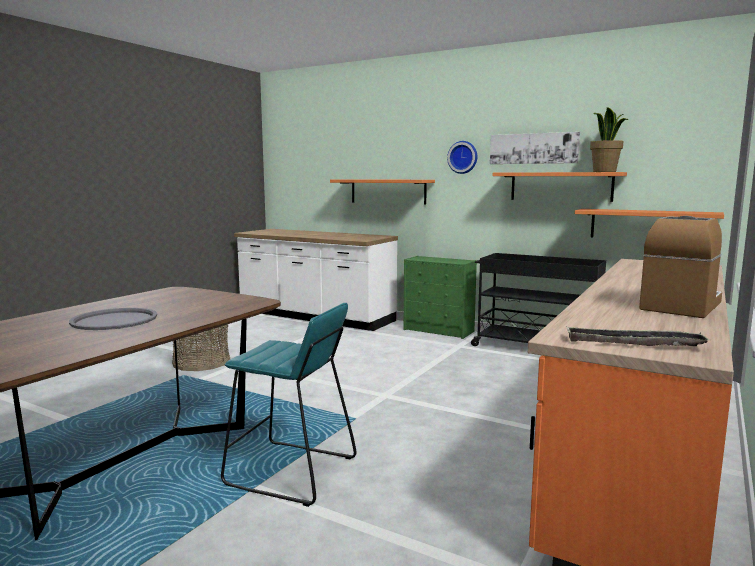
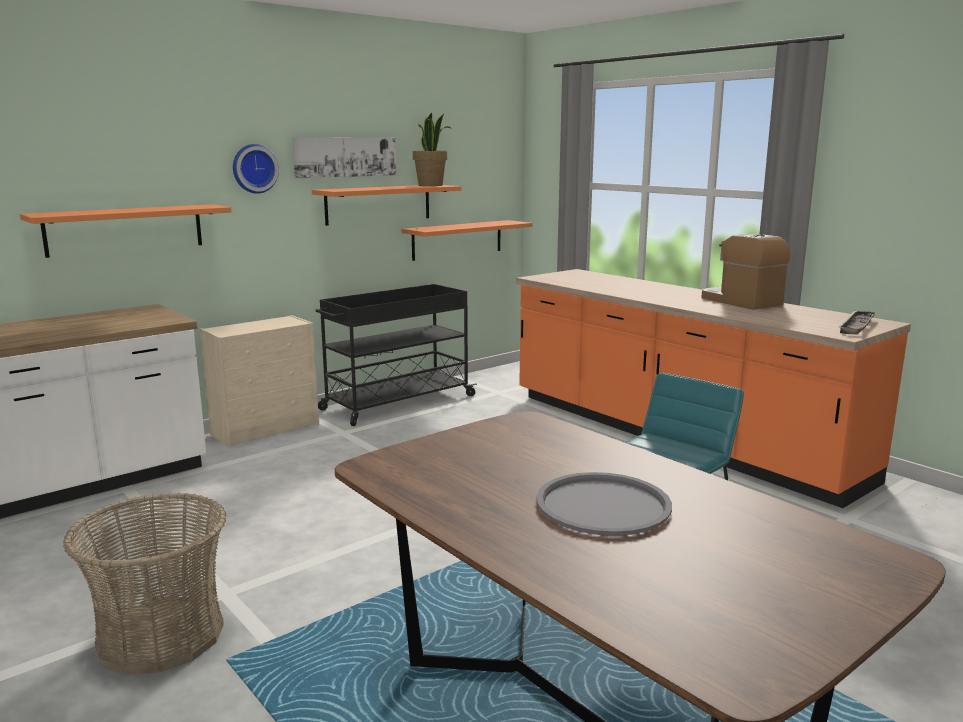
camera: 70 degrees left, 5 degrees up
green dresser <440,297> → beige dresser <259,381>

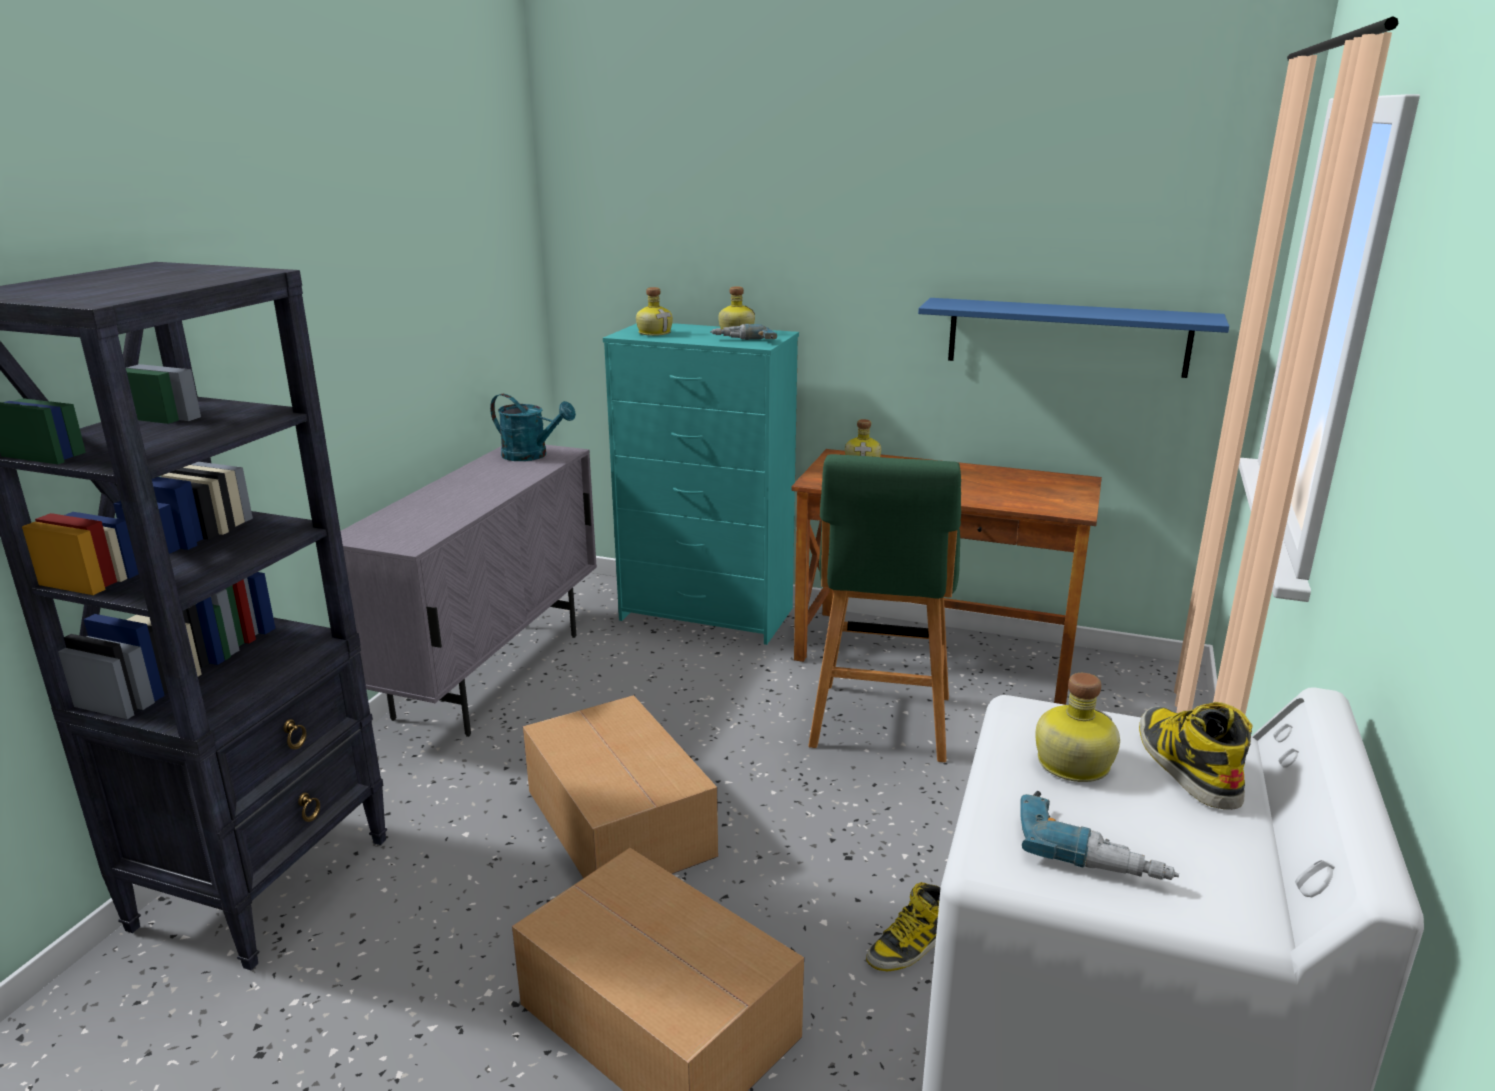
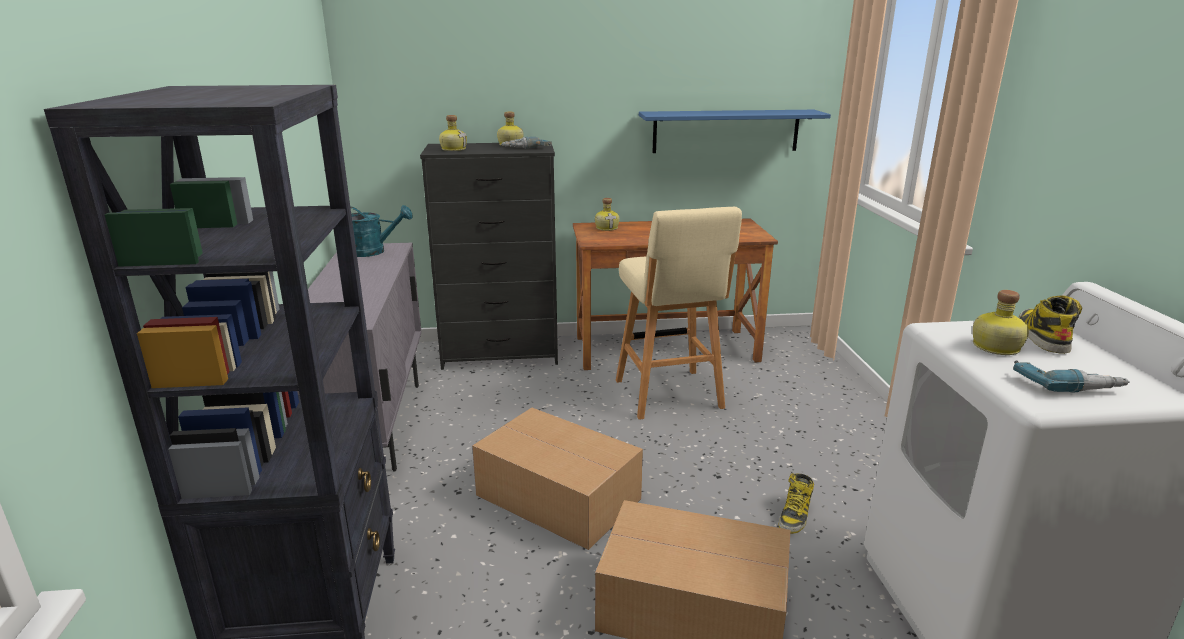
camera: 25 degrees left, 0 degrees up
turquoise dresser <701,484> → black dresser <489,256>
green stool <884,608> → beige stool <679,313>
boot <1196,756> → boot <1050,324>, 45 degrees clockwise

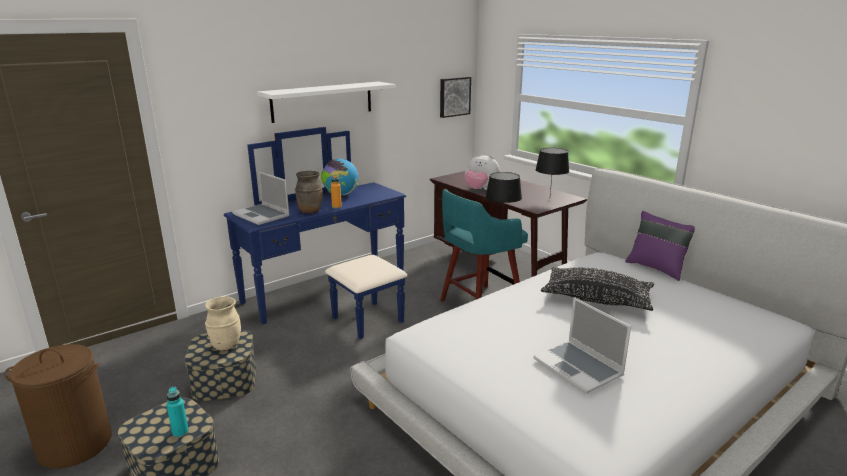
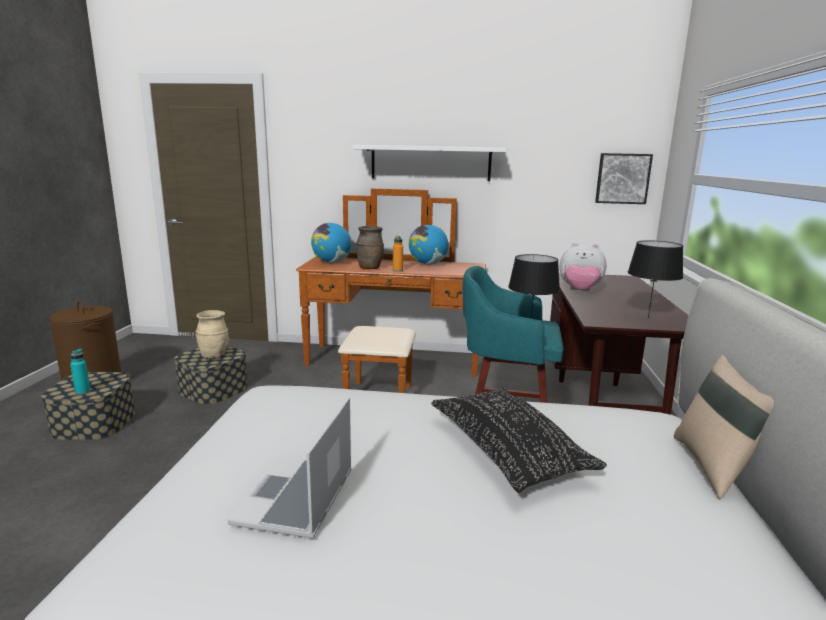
camera: 45 degrees right, 5 degrees down
blue dresser <315,233> → brown dresser <391,290>
laptop <261,198> → globe <331,243>
plush toy <482,172> → plush toy <583,267>, 60 degrees counterclockwise
purple pillow <660,246> → beige pillow <724,427>

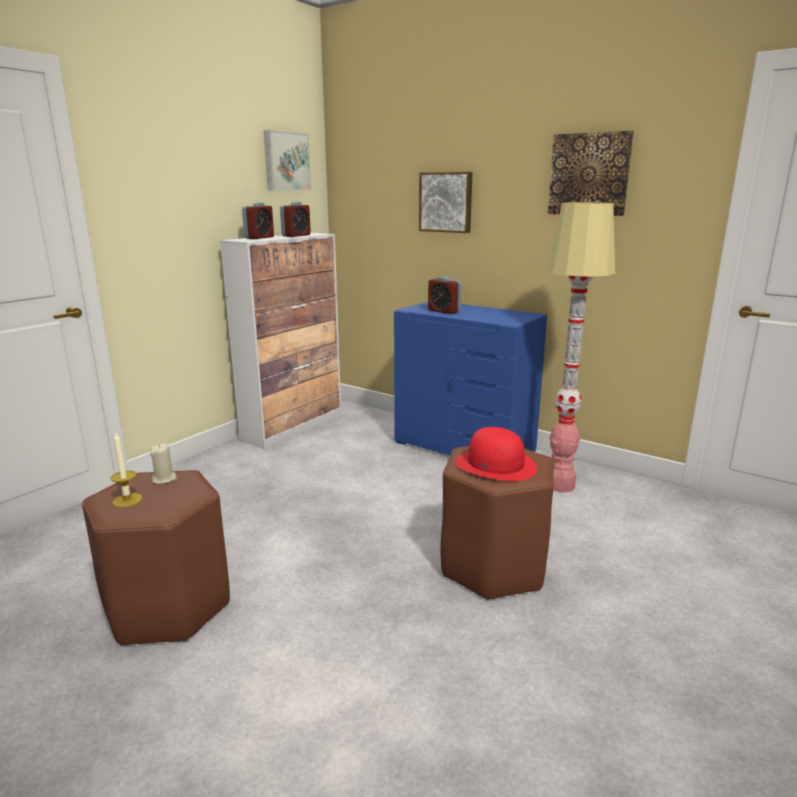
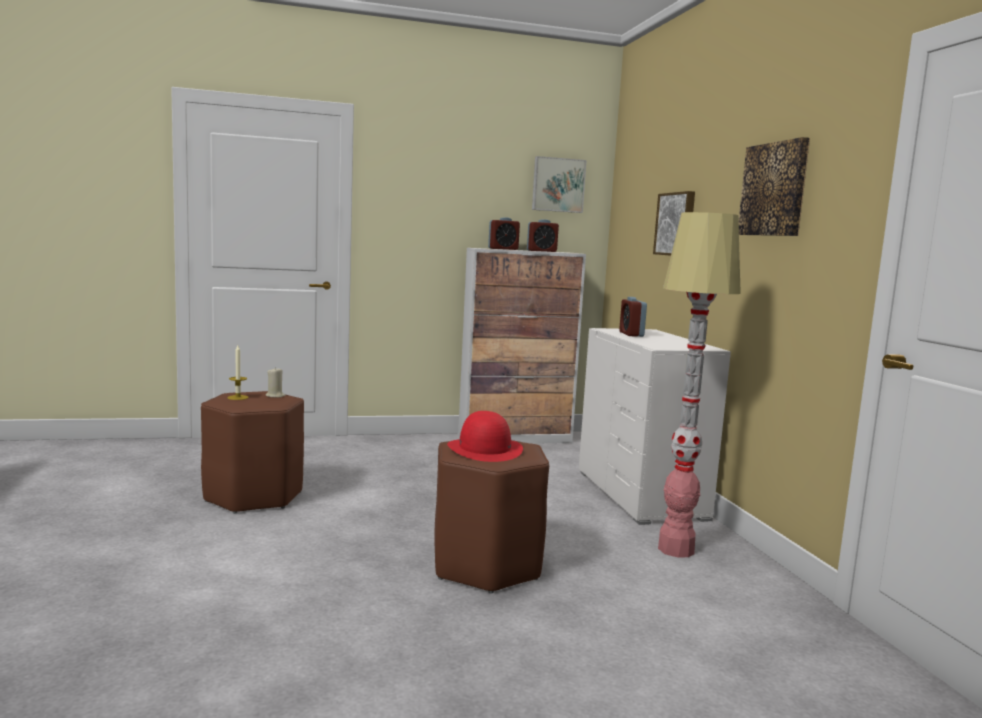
camera: 40 degrees right, 10 degrees down
blue dresser <470,379> → white dresser <655,426>

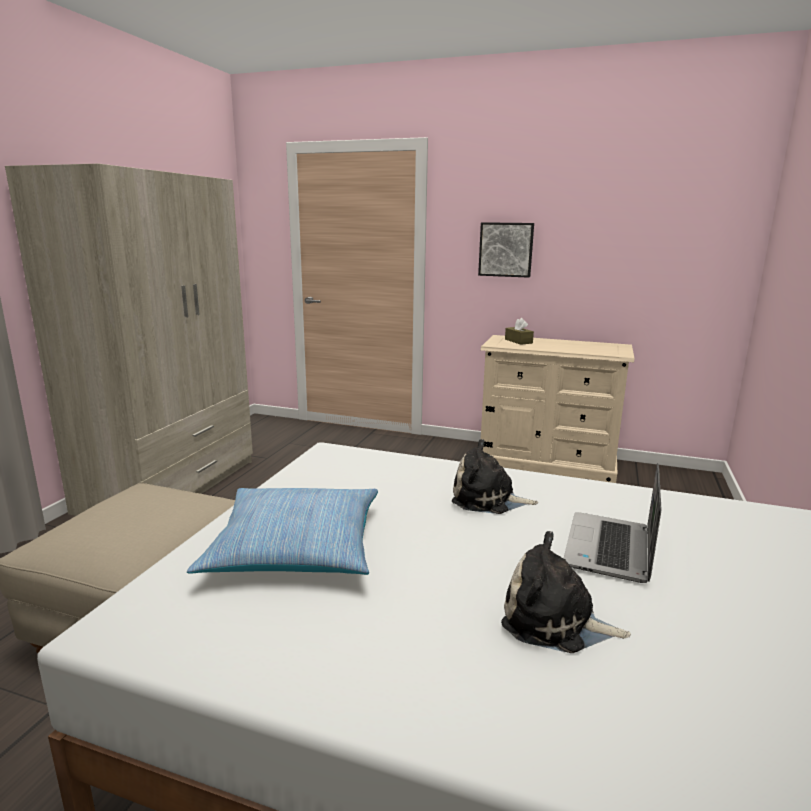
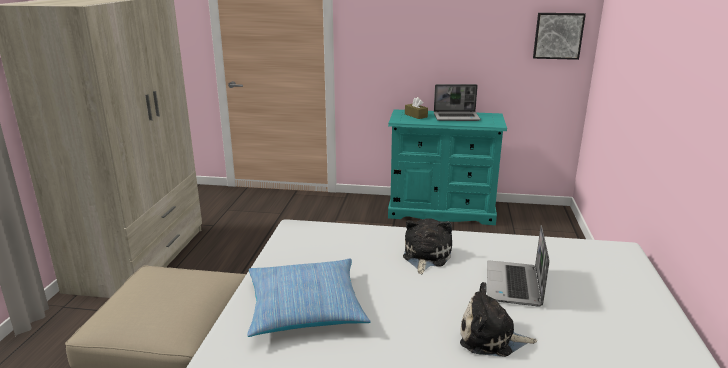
camera: 10 degrees left, 5 degrees up
plush toy <495,476> → plush toy <427,246>, 105 degrees clockwise
picture <506,250> → picture <559,36>, moved
beige dresser <557,409> → turquoise dresser <447,167>
- → laptop <457,102>

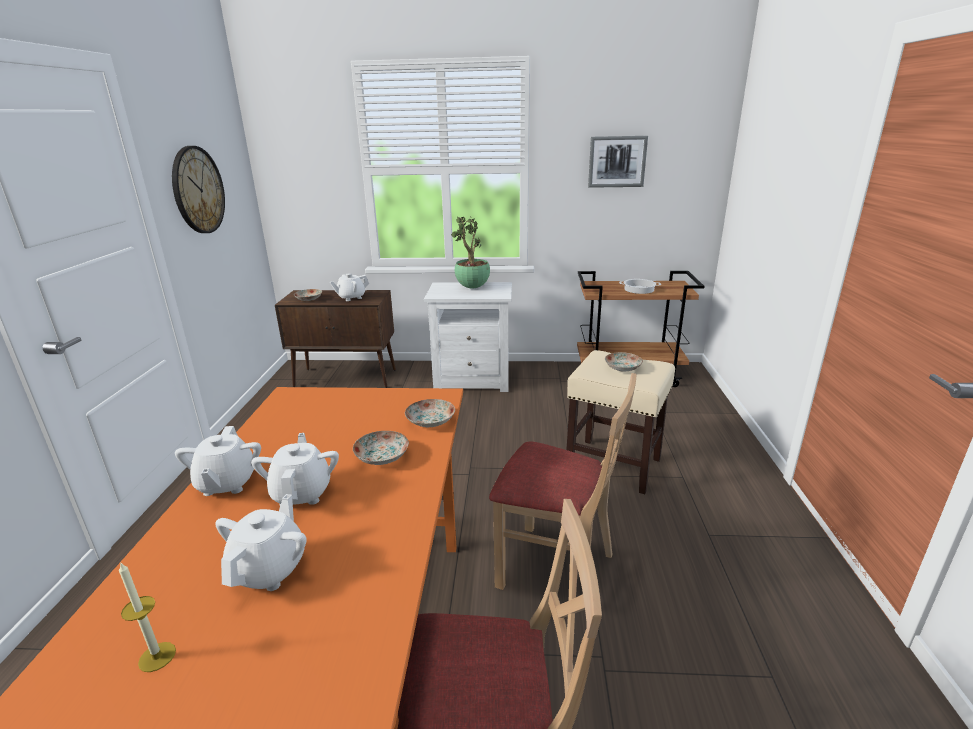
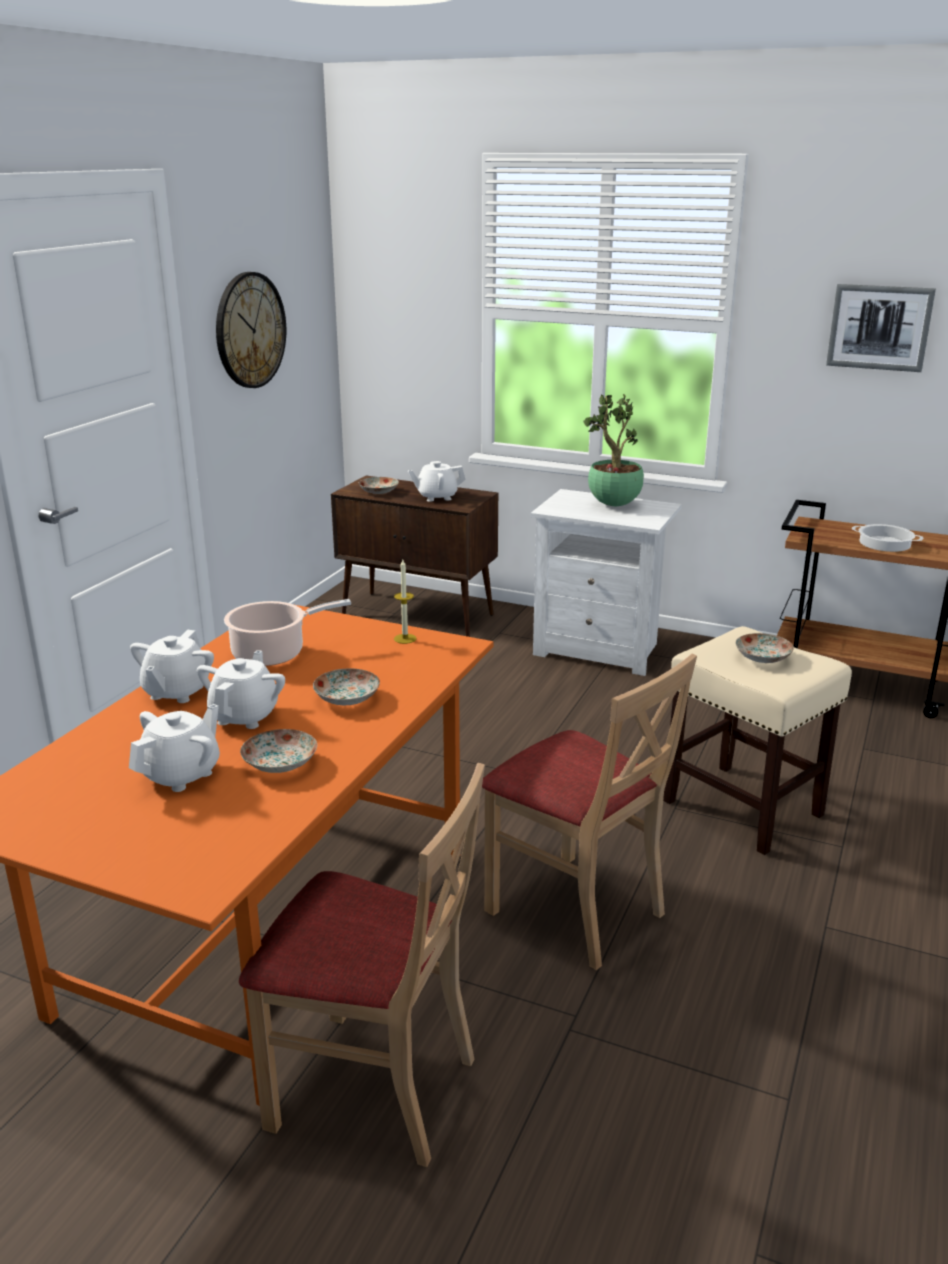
camera: 20 degrees right, 0 degrees up
candle <147,617> → candle <405,602>, moved
plate <430,413> → plate <278,751>, moved
- → cooking pot <287,632>

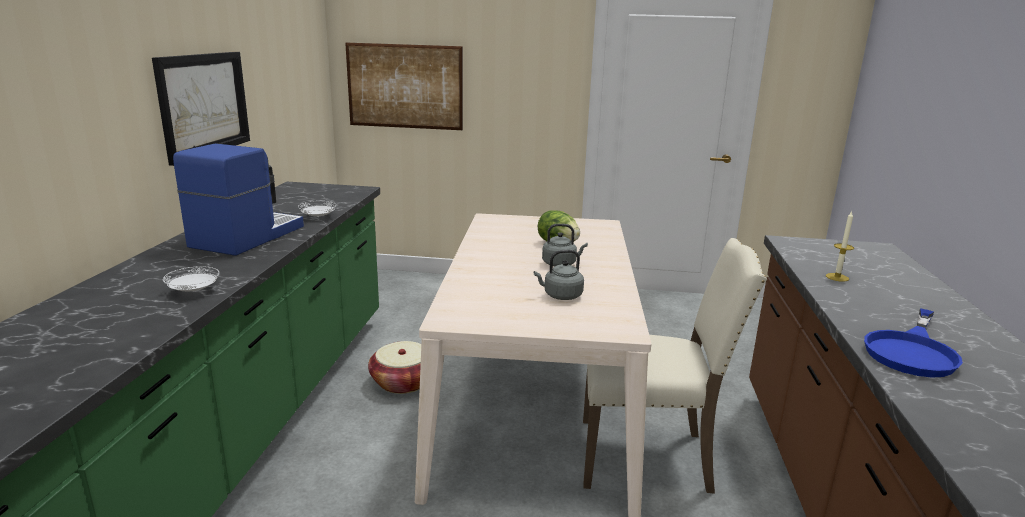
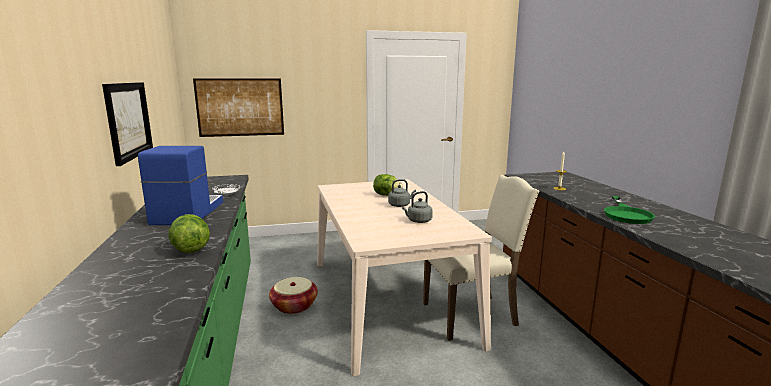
camera: 20 degrees left, 5 degrees down
white plate <191,278> → lettuce <189,233>
blue frying pan <913,343> → green frying pan <629,210>

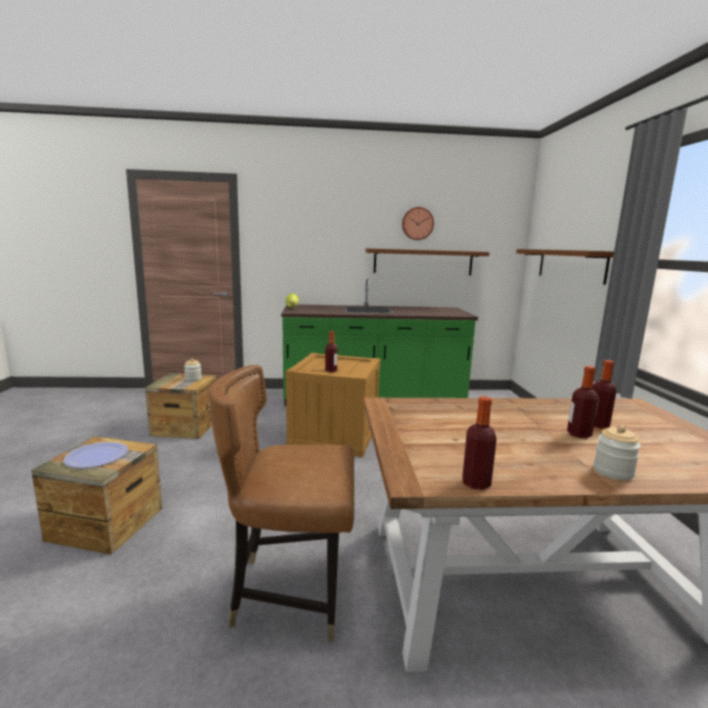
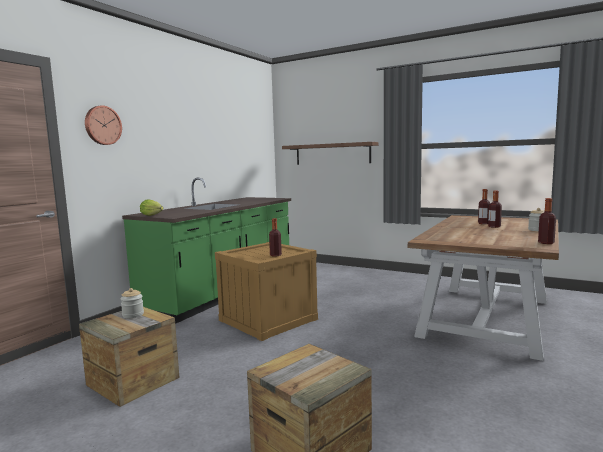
camera: 55 degrees left, 5 degrees down
plate <95,455> → -
brown chair <281,503> → -
brown shelf <427,261> → -
wall clock <418,223> → wall clock <103,125>, moved

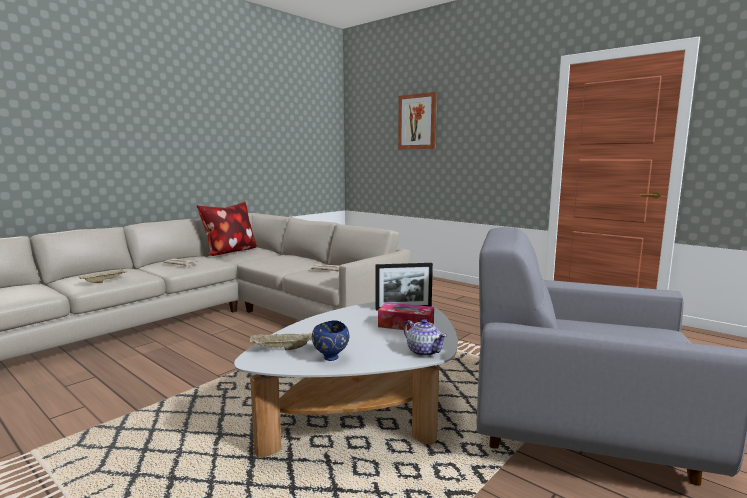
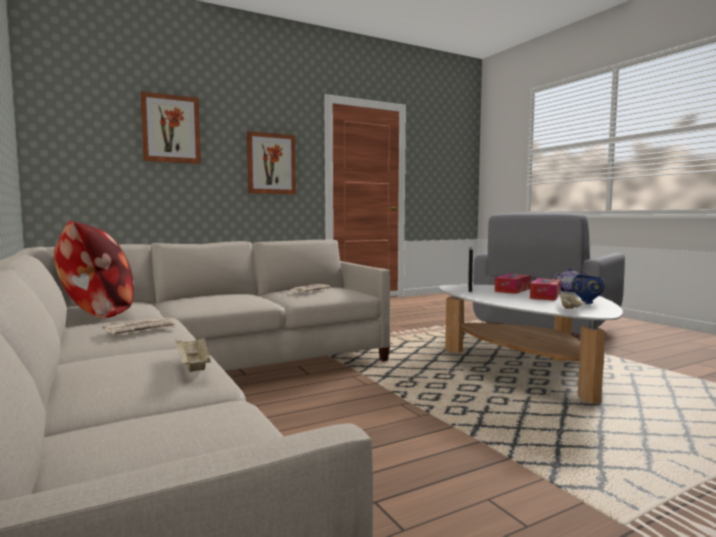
camera: 70 degrees left, 5 degrees down
- → picture <271,162>
- → tissue box <545,289>

